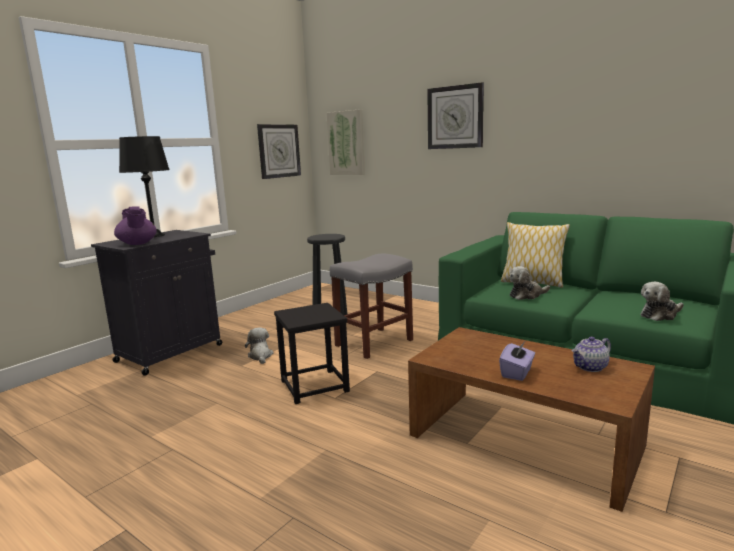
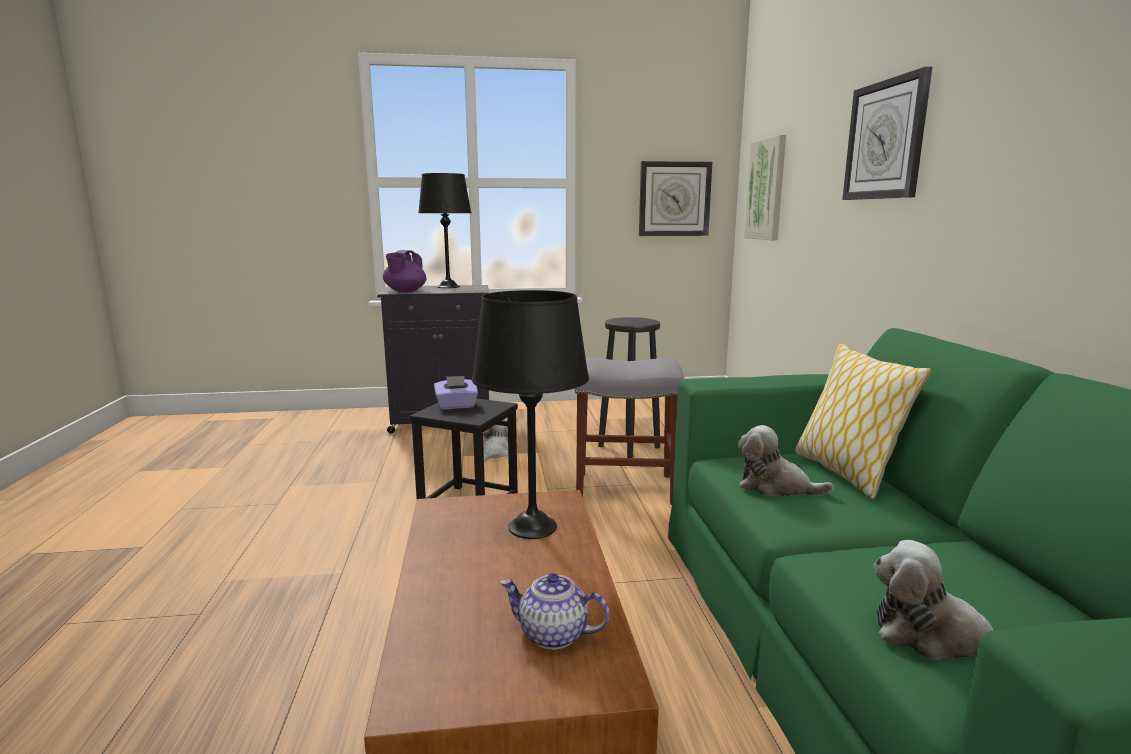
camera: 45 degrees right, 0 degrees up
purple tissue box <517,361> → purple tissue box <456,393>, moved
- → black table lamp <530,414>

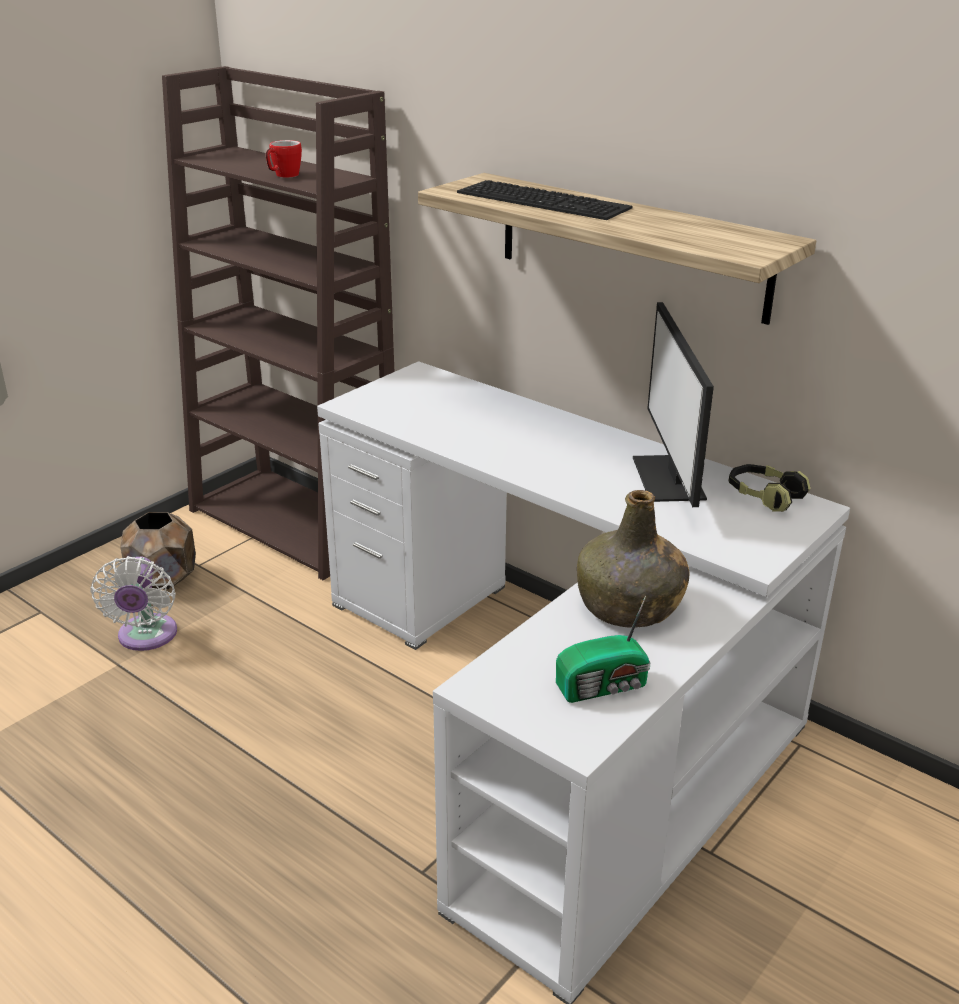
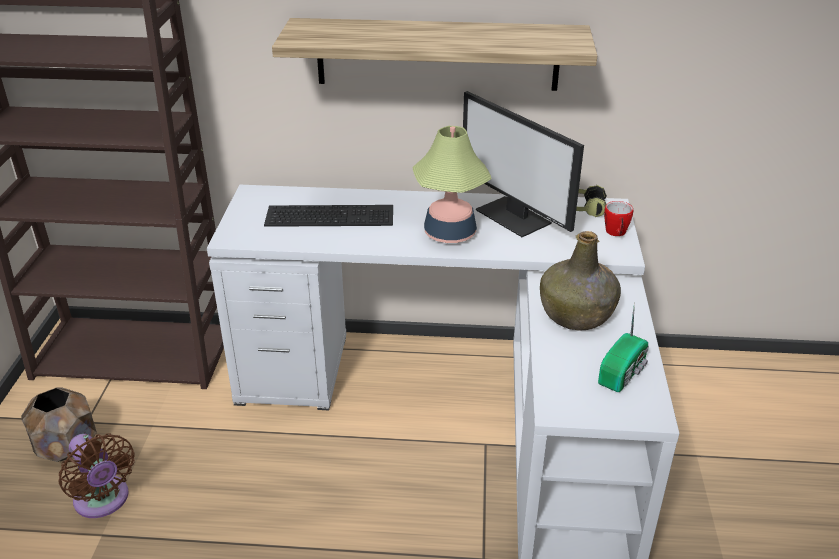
camera: 35 degrees left, 5 degrees up
white fan <134,603> → brown fan <96,475>
mug <284,159> → mug <618,218>, moved
keyboard <545,200> → keyboard <328,216>, moved
- → table lamp <452,184>

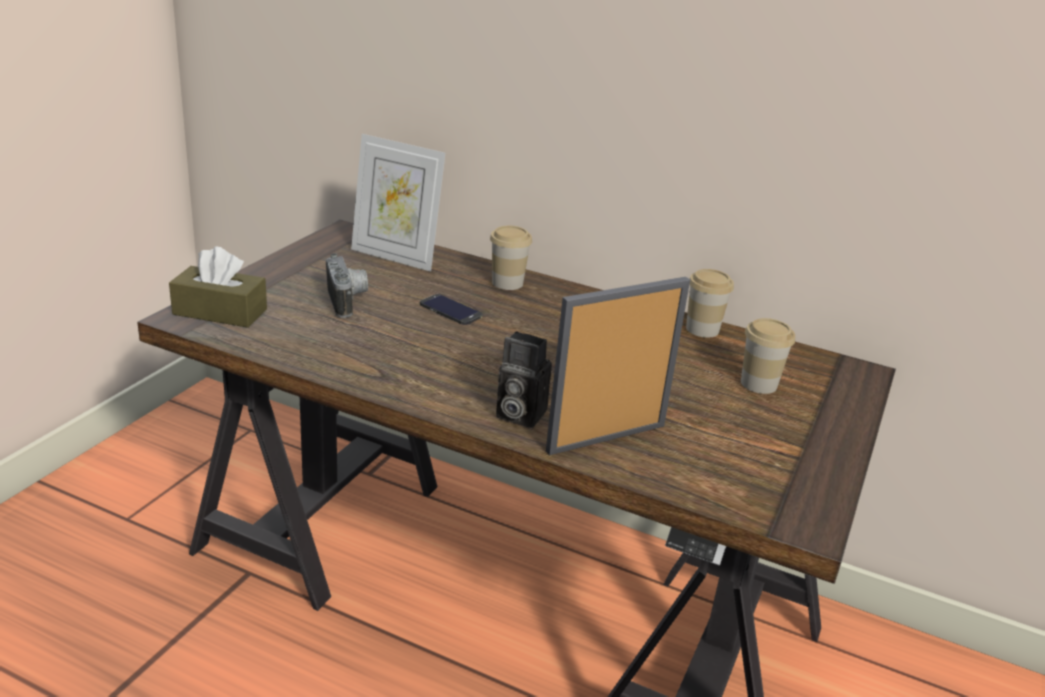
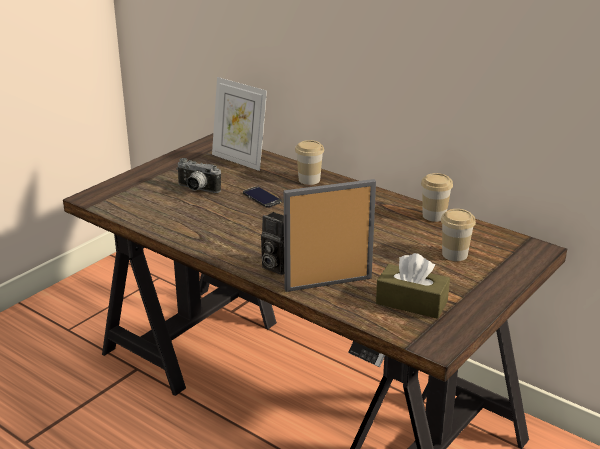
camera: 15 degrees right, 0 degrees up
brown tissue box <218,287> → brown tissue box <413,286>, moved
photo camera <347,285> → photo camera <199,175>, 120 degrees clockwise

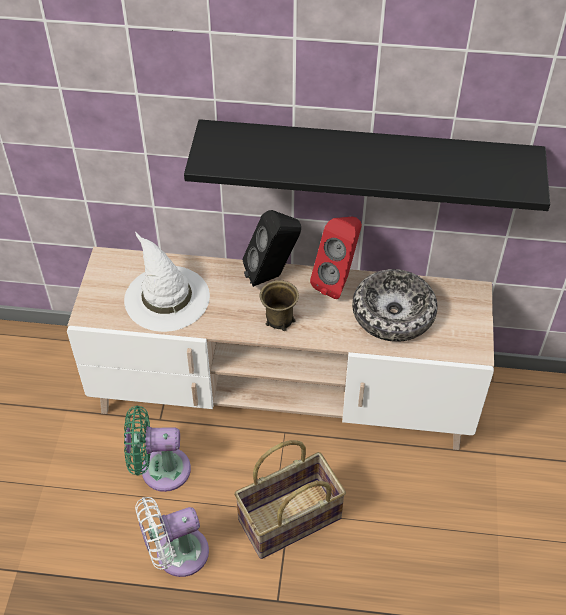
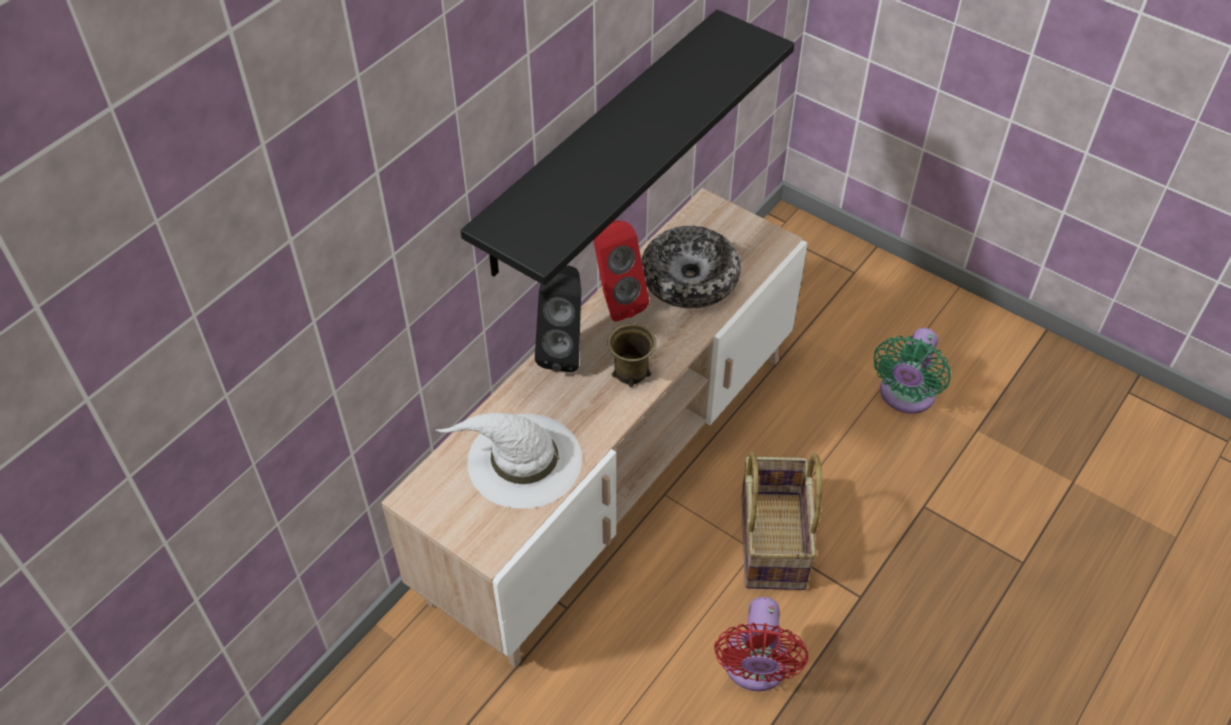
camera: 60 degrees left, 0 degrees up
green fan <157,449> → green fan <912,371>, moved
white fan <172,537> → red fan <761,644>

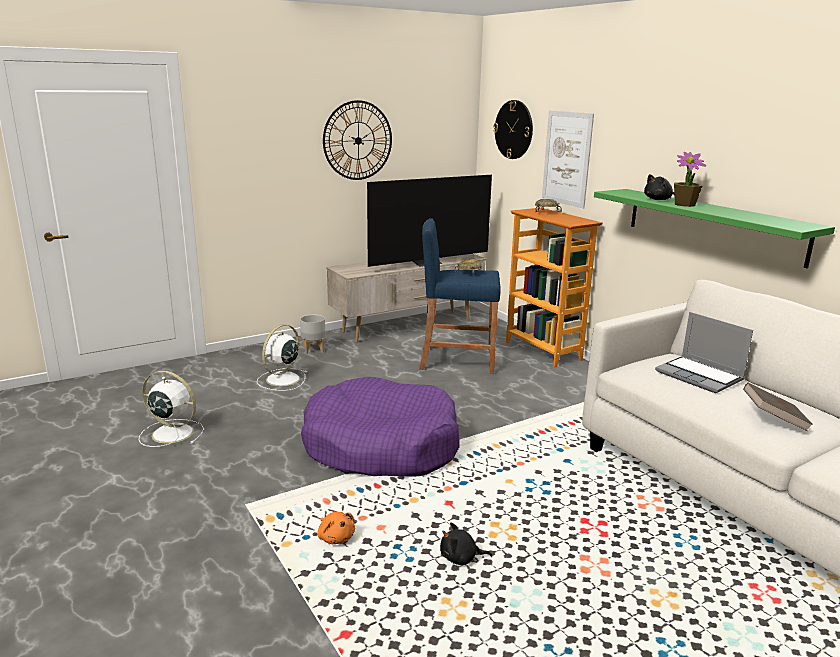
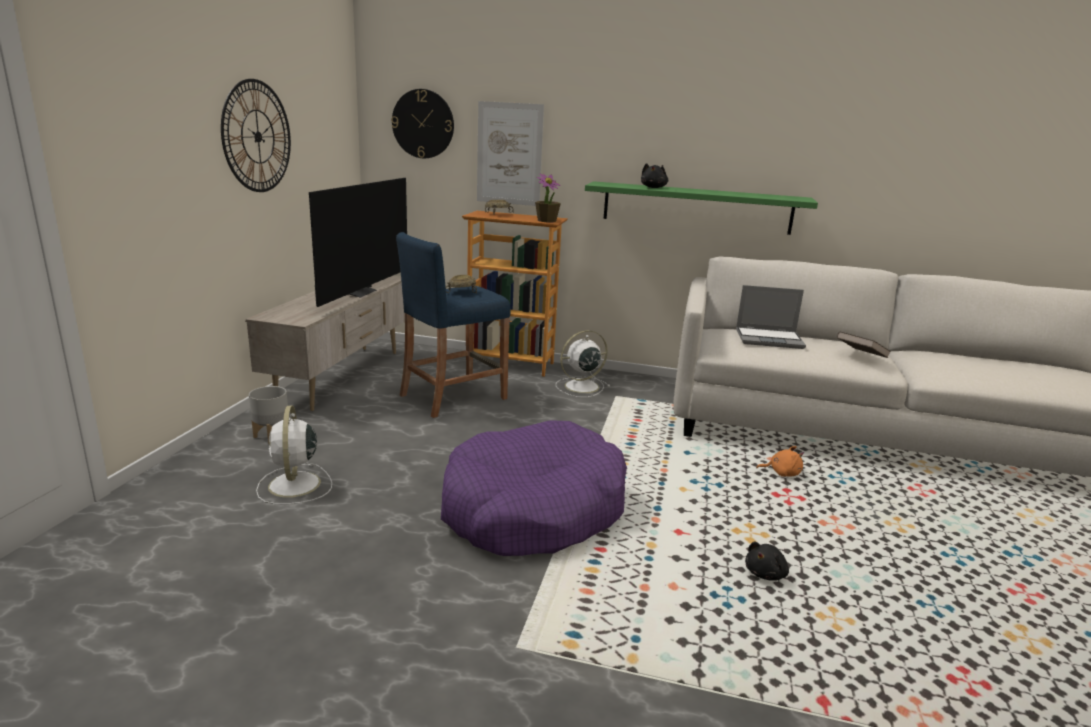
camera: 45 degrees left, 0 degrees up
white fan <171,409> → white fan <583,364>, moved
orange plush toy <336,528> → orange plush toy <780,461>, moved
potted plant <690,179> → potted plant <548,198>, moved

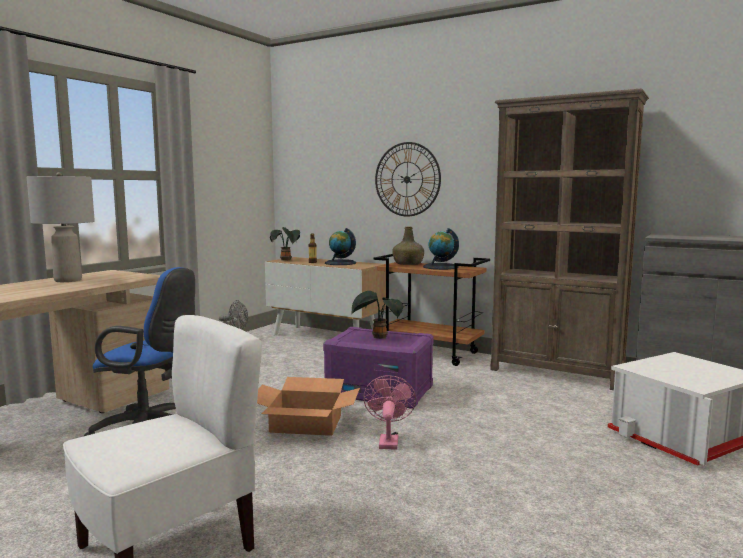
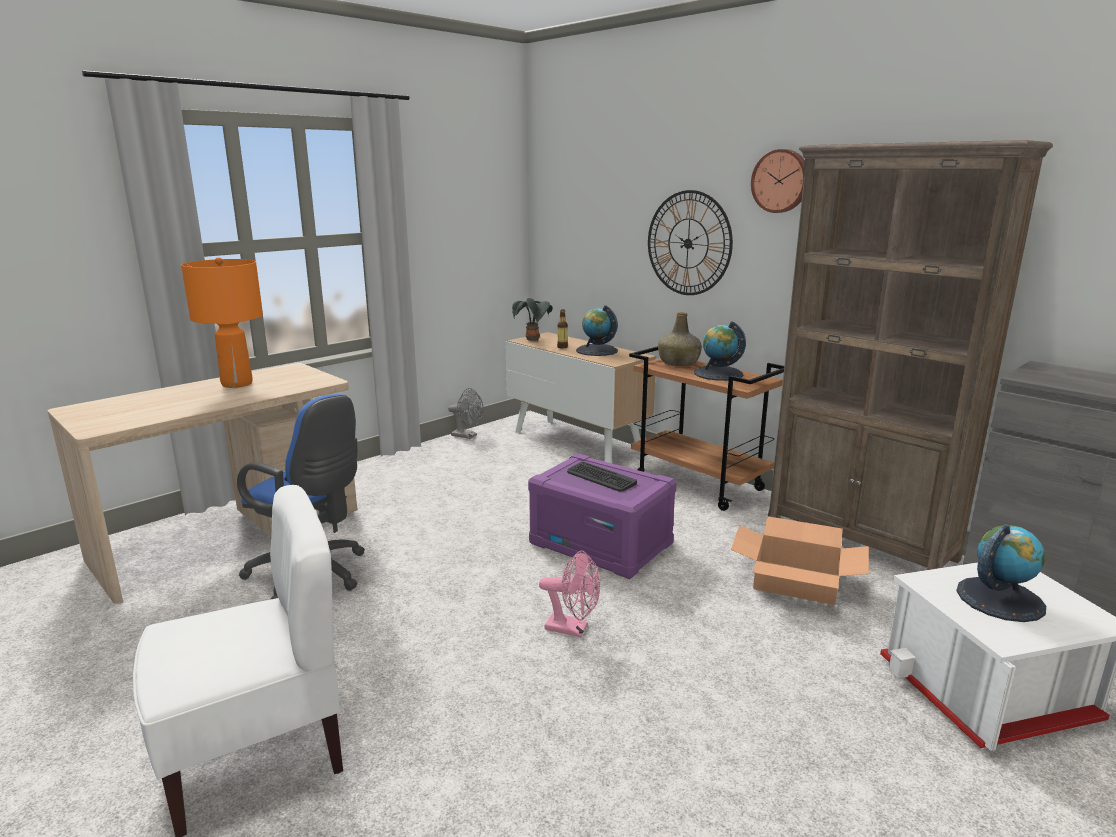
camera: 15 degrees right, 10 degrees up
grey table lamp <61,227> → orange table lamp <222,322>
cardboard box <308,406> → cardboard box <800,560>, moved
potted plant <377,315> → keyboard <602,476>
pink fan <389,412> → pink fan <569,593>, 90 degrees clockwise
- → wall clock <778,181>
- → globe <1001,573>

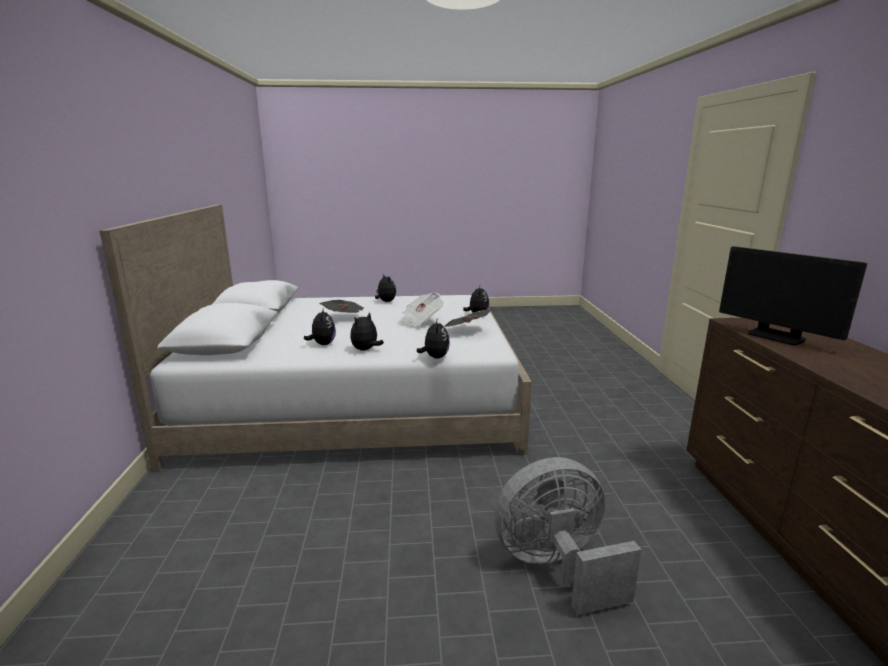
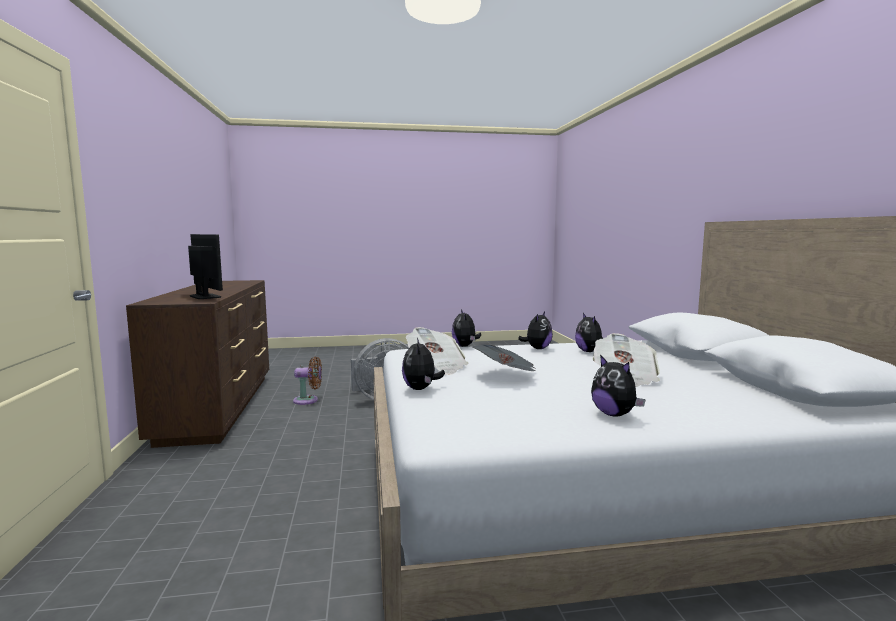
camera: 175 degrees right, 10 degrees down
- → brown fan <307,380>

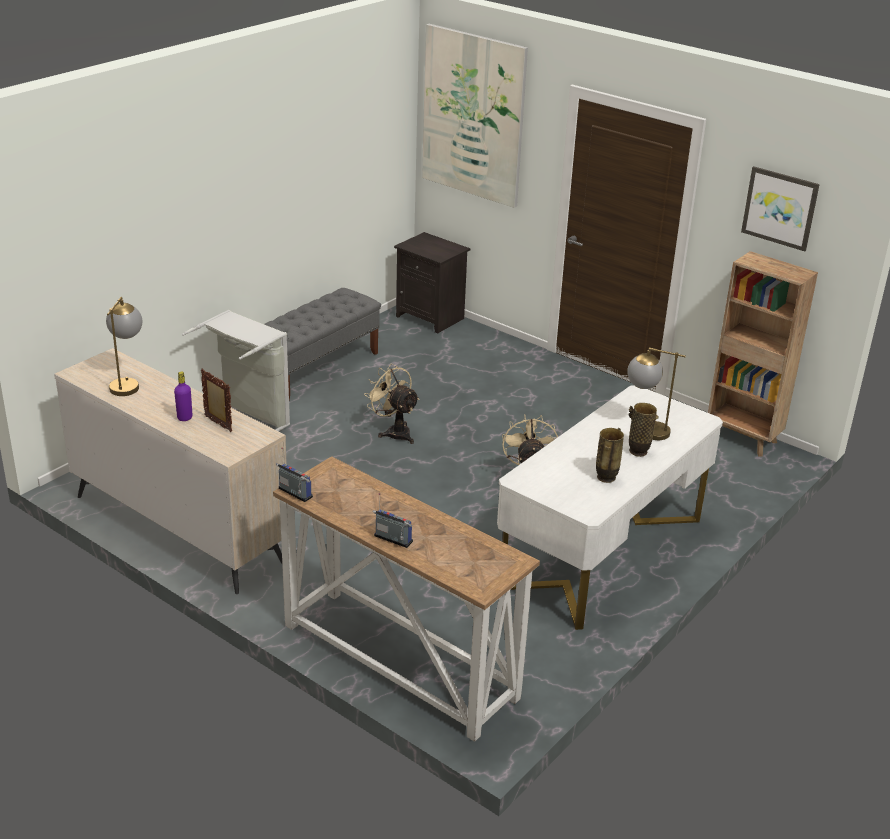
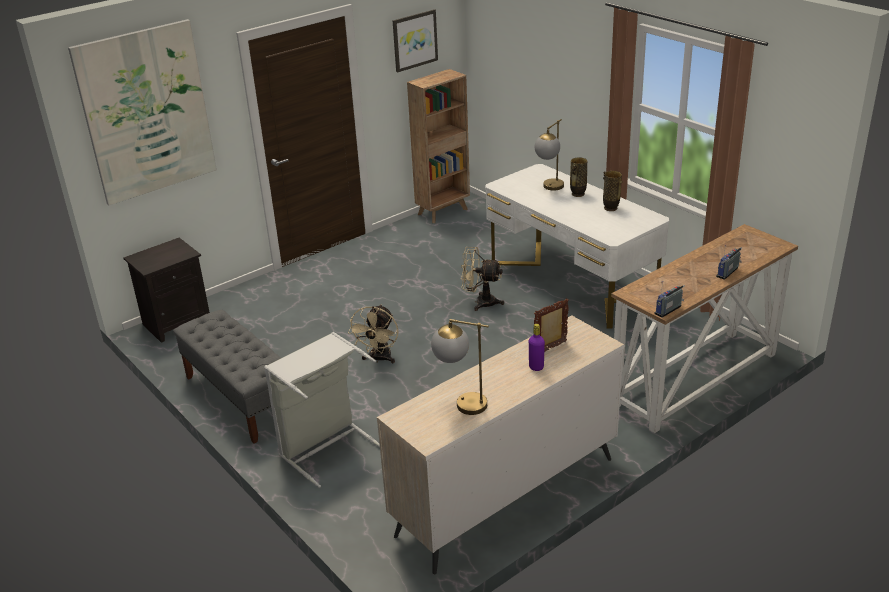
camera: 75 degrees left, 0 degrees up
beige fan <392,403> → beige fan <373,333>, 45 degrees counterclockwise

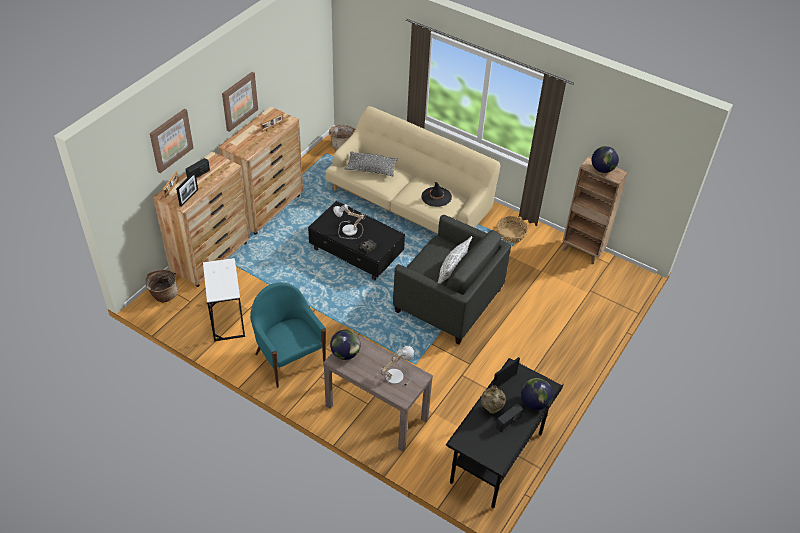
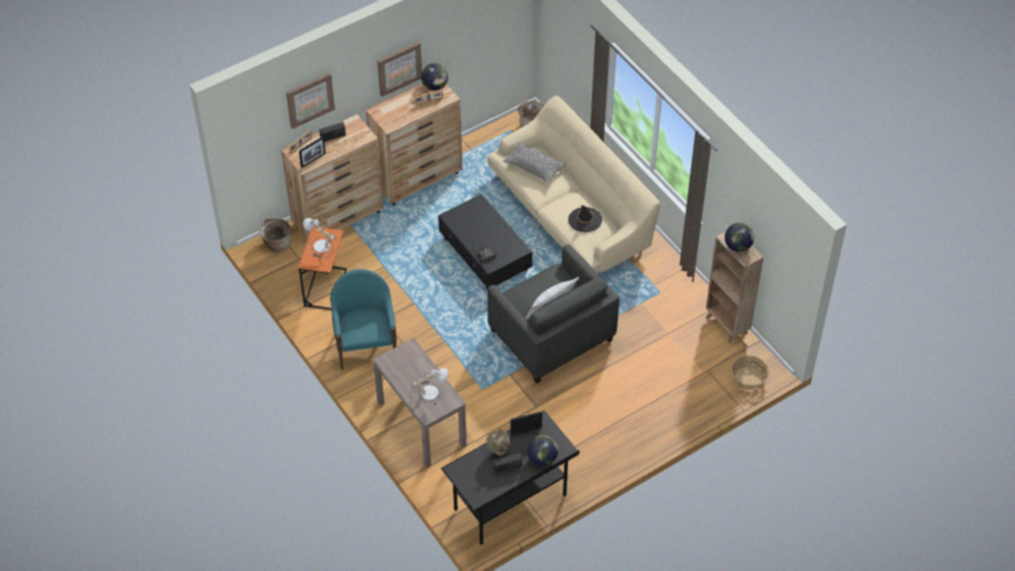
camera: 25 degrees right, 5 degrees up
white side table <224,299> → orange side table <323,268>
globe <345,345> → globe <434,77>, moved
table lamp <349,221> → table lamp <319,238>, moved
basket <512,229> → basket <750,372>, moved

